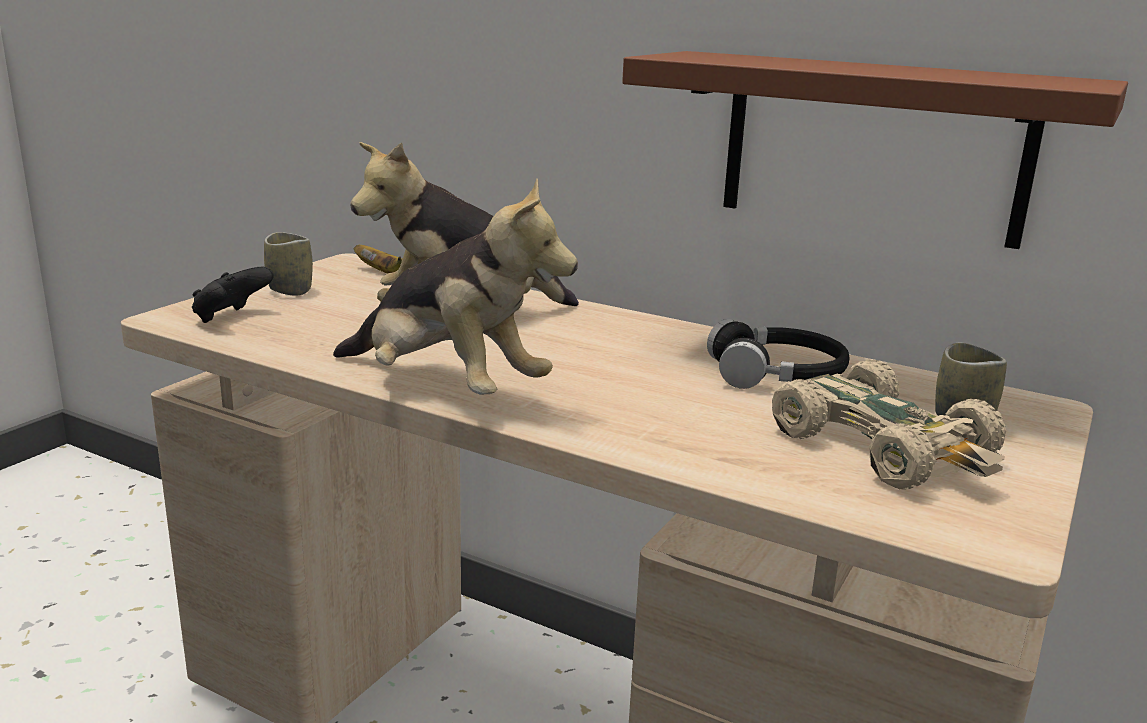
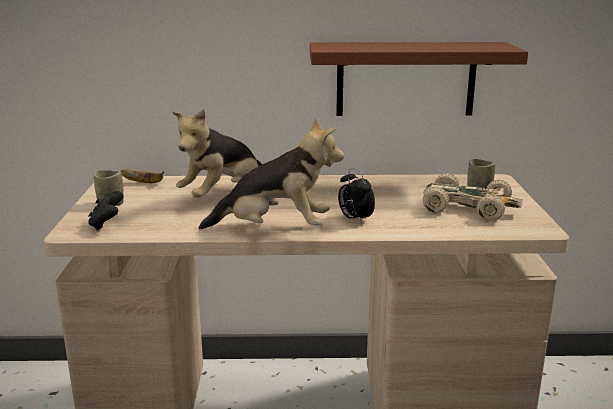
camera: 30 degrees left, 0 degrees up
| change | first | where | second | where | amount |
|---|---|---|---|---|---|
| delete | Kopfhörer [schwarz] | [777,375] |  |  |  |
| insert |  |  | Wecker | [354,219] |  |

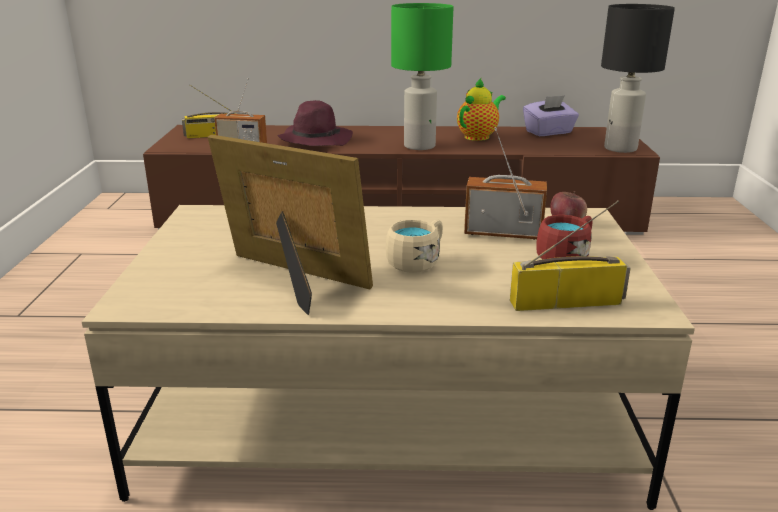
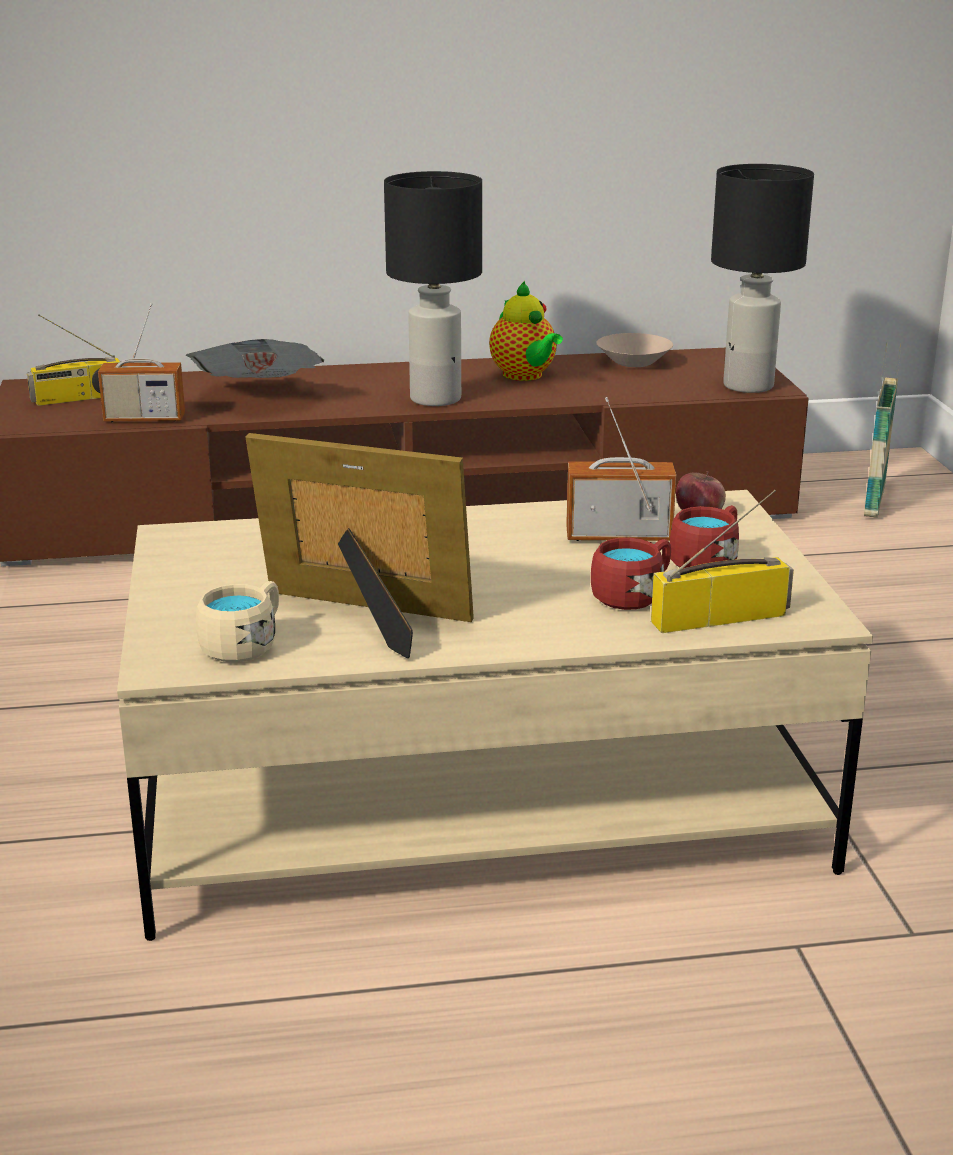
camera: 10 degrees left, 0 degrees up
| change | first | where | second | where | amount |
|---|---|---|---|---|---|
| replace | Hut [lila] | [315,140] | Zeitung | [260,397] |  |
| move | Henkelbecher [beige] | [417,261] |  | [245,644] |  |
| recolor | Tischlampe [grün] | [419,146] | Tischlampe [schwarz] | [434,399] |  |
| rotate | Teekanne | [479,136] |  | [525,376] | 120 degrees clockwise |
| replace | Taschentuchbox [lila] | [549,132] | Schüssel [beige] | [633,362] |  |
| insert |  |  | Henkelbecher [rot] | [633,595] |  |
| insert |  |  | Korb | [874,501] |  |

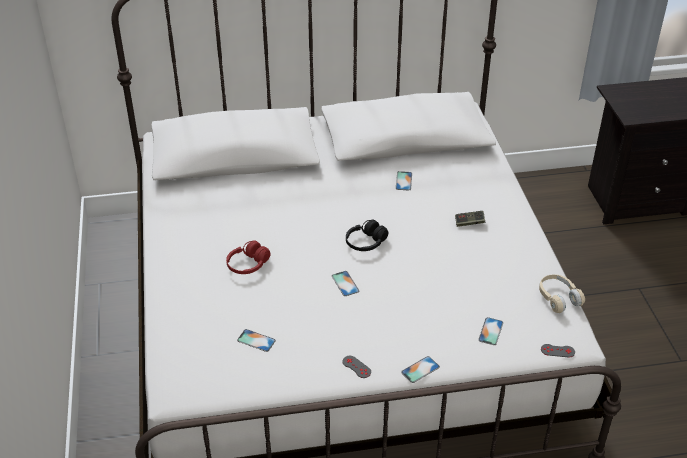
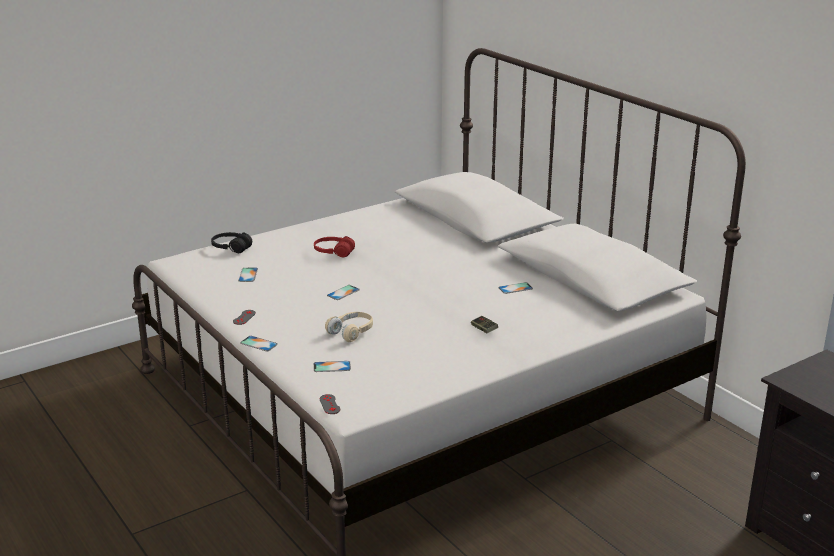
camera: 65 degrees right, 15 degrees down
| change | first | where | second | where | amount |
|---|---|---|---|---|---|
| move | Kopfhörer [schwarz] | [366,243] |  | [231,248] |  |
| move | Kopfhörer [beige] | [558,298] |  | [351,332] |  |

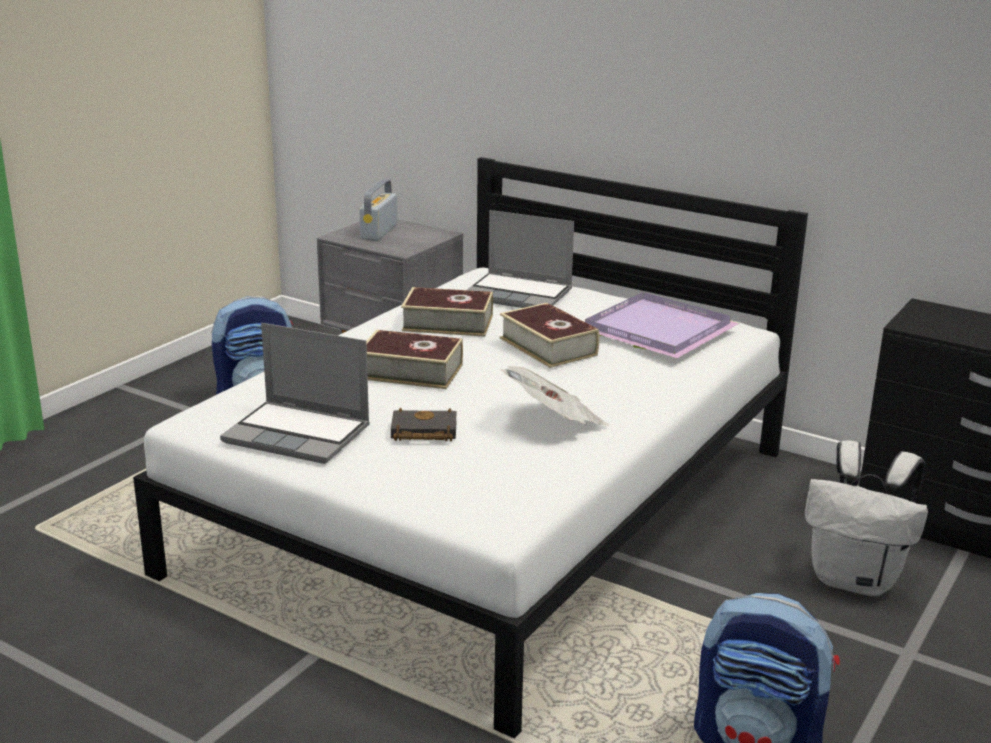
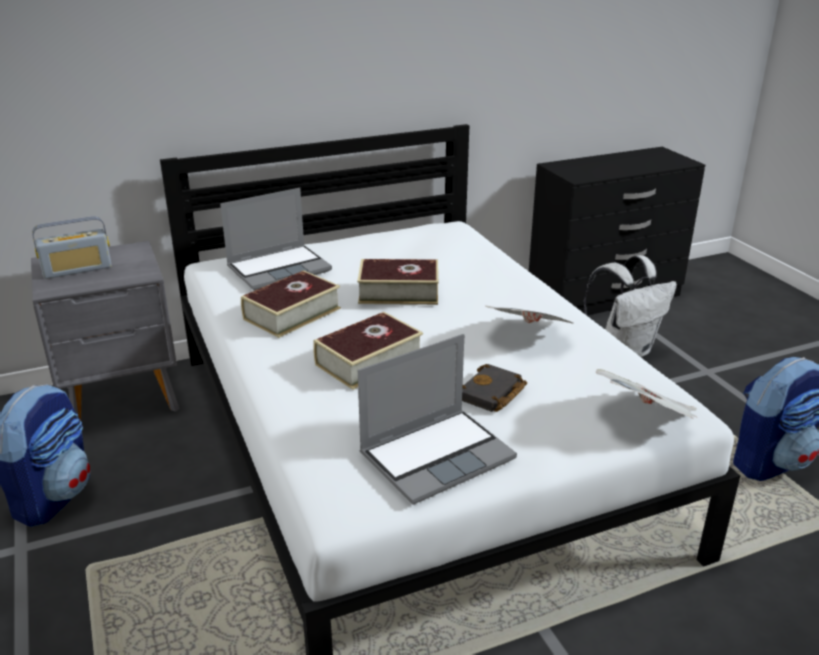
camera: 55 degrees left, 5 degrees up
| change | first | where | second | where | amount |
|---|---|---|---|---|---|
| rotate | Radio | [379,231] |  | [77,269] | 75 degrees counterclockwise |
| delete | Tablett [lila] | [660,330] |  |  |  |
| insert |  |  | Zeitung | [647,418] |  |

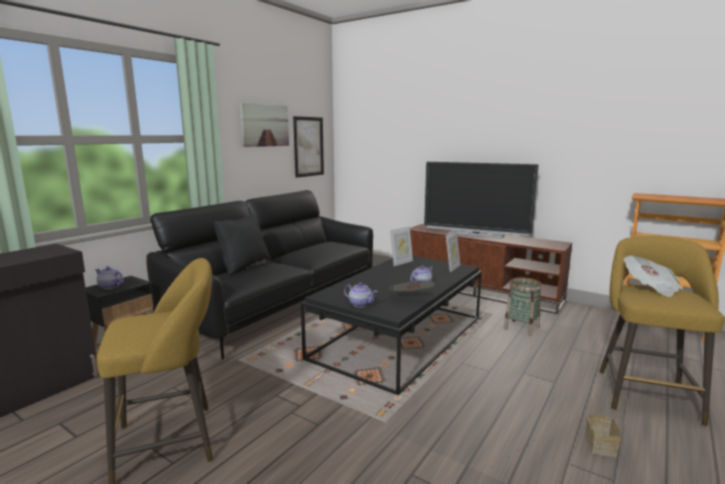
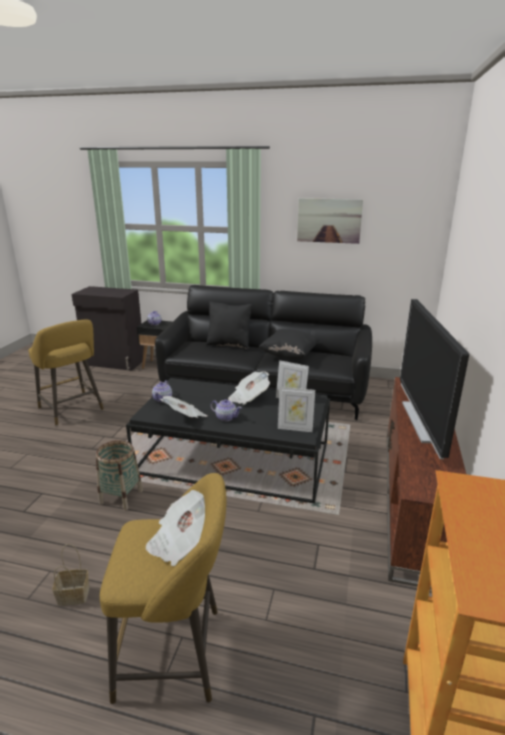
camera: 70 degrees right, 10 degrees up
| change | first | where | second | where | amount |
|---|---|---|---|---|---|
| delete | Bild | [308,146] |  |  |  |
| move | Korb | [521,328] |  | [121,497] |  |
| insert |  |  | Zeitung | [249,397] |  |
| insert |  |  | Kissen [schwarz] | [289,355] |  |

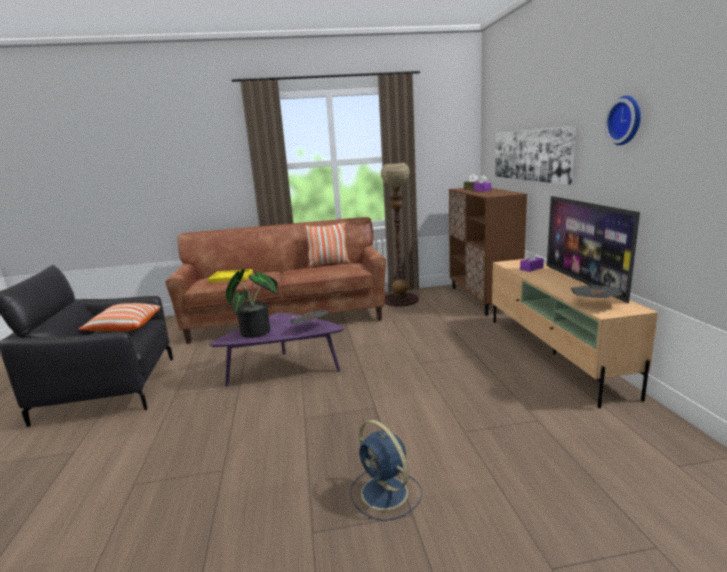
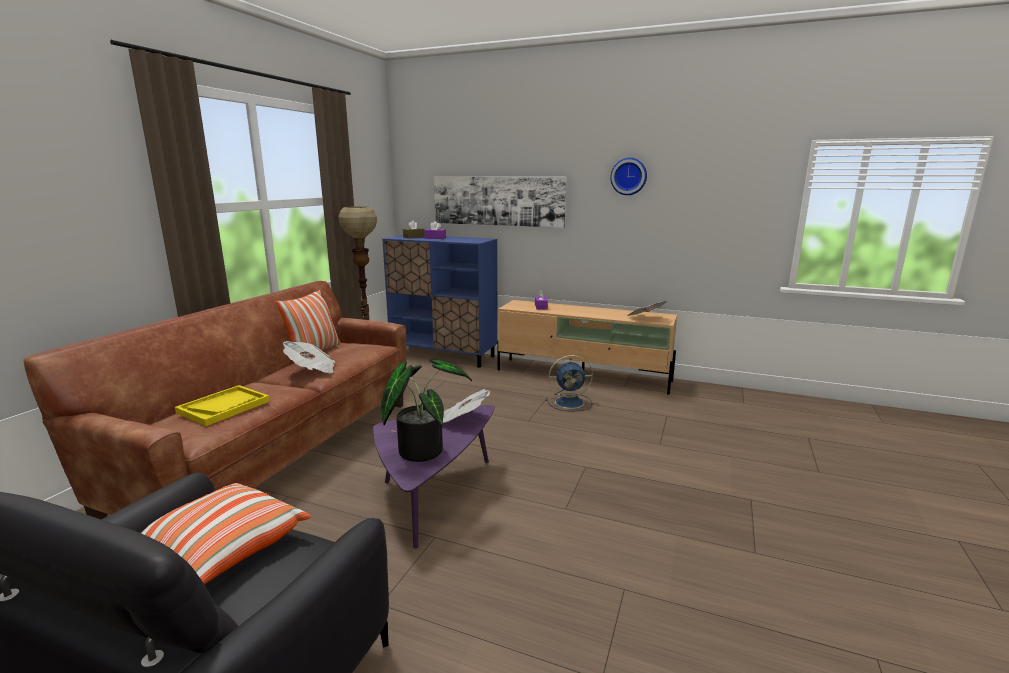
camera: 60 degrees left, 0 degrees up
| change | first | where | second | where | amount |
|---|---|---|---|---|---|
| move | Ventilator [blau] | [386,494] |  | [571,402] |  |
| recolor | Schrank [braun] | [482,299] | Schrank [blau] | [444,355] |  |
| delete | Fernseher | [584,282] |  |  |  |
| insert |  |  | Zeitung | [312,369] |  |

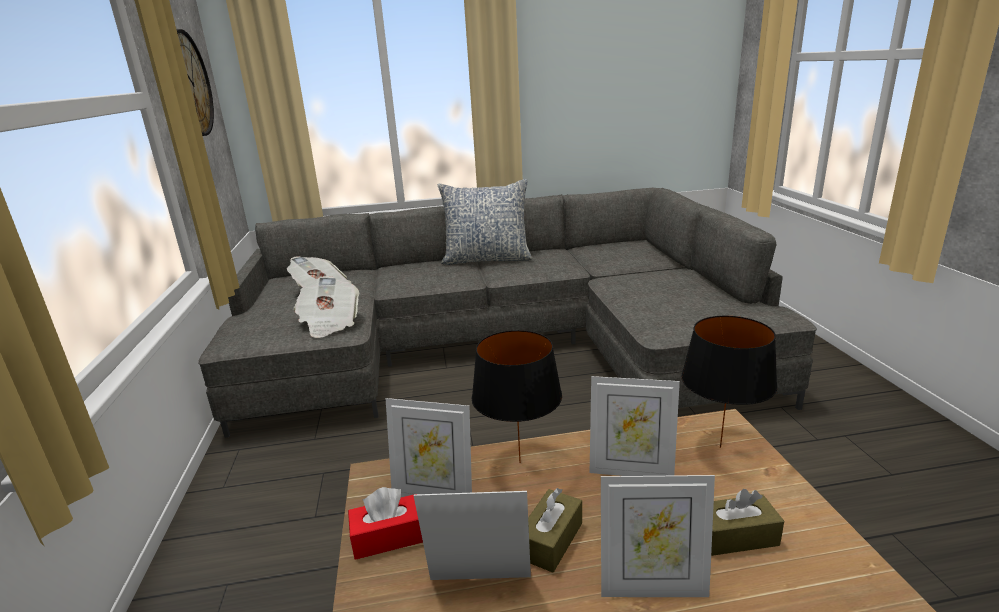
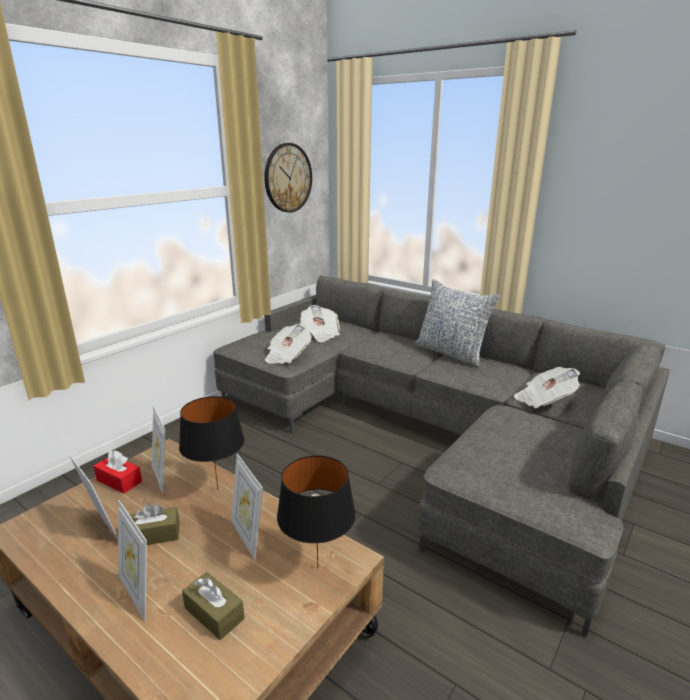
camera: 45 degrees right, 0 degrees up
| change | first | where | second | where | amount |
|---|---|---|---|---|---|
| insert |  |  | Zeitung | [544,400] |  |

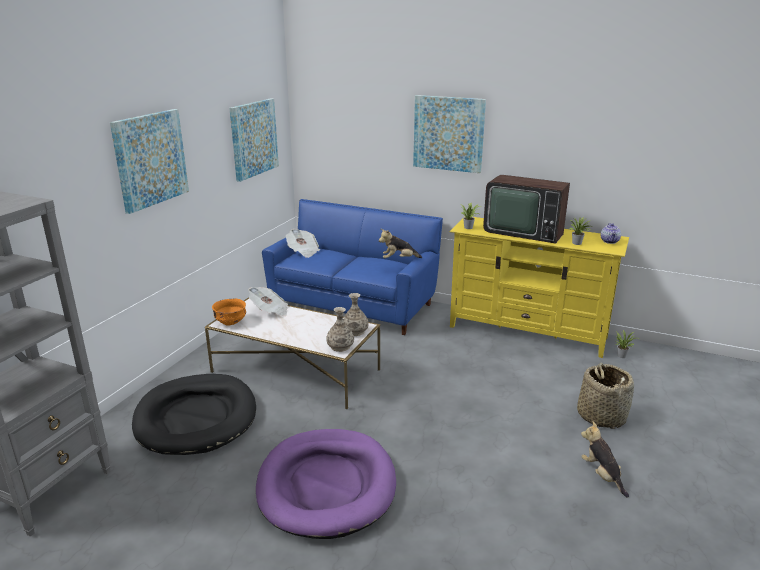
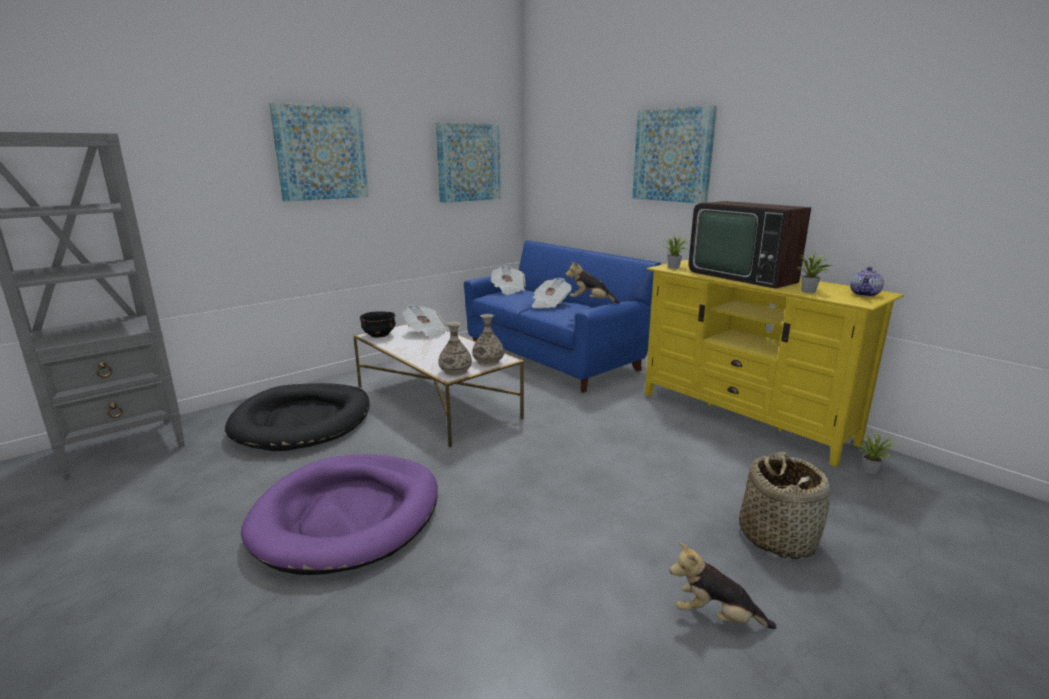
camera: 25 degrees right, 5 degrees down
| change | first | where | second | where | amount |
|---|---|---|---|---|---|
| recolor | Schüssel [orange] | [231,322] | Schüssel [schwarz] | [379,335] |  |
| rotate | Plüschtier | [602,475] |  | [716,617] | 75 degrees counterclockwise |
| insert |  |  | Zeitung | [549,304] |  |

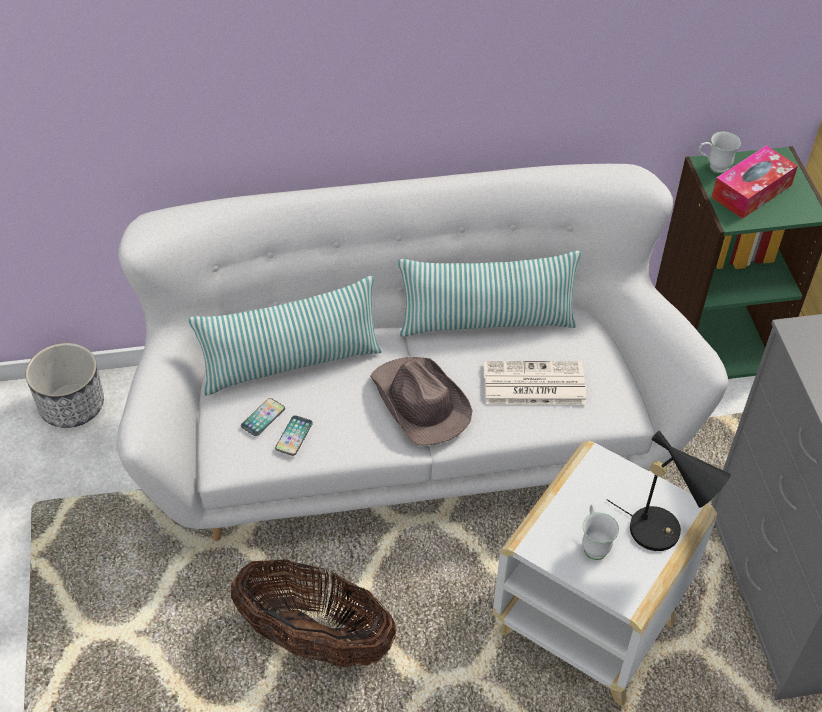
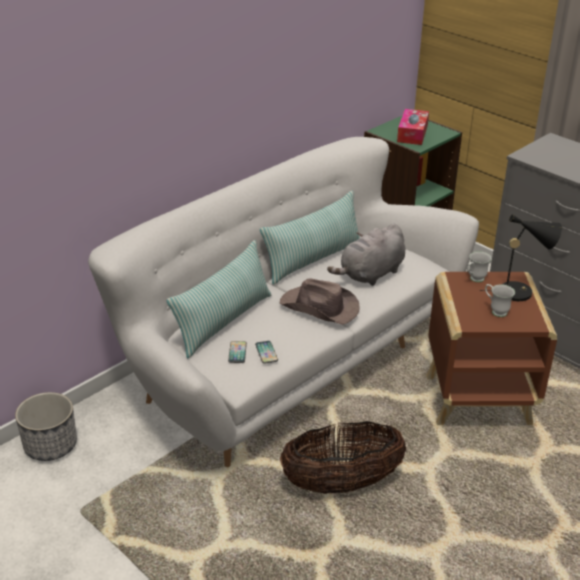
camera: 35 degrees left, 15 degrees down
| change | first | where | second | where | amount |
|---|---|---|---|---|---|
| replace | Zeitung | [532,385] | Plüschtier [grau] | [370,274] |  |
| recolor | Beistelltisch [weiß] | [590,628] | Beistelltisch [braun] | [479,400] |  |
| move | Henkelbecher [weiß] | [713,167] |  | [474,280] |  |

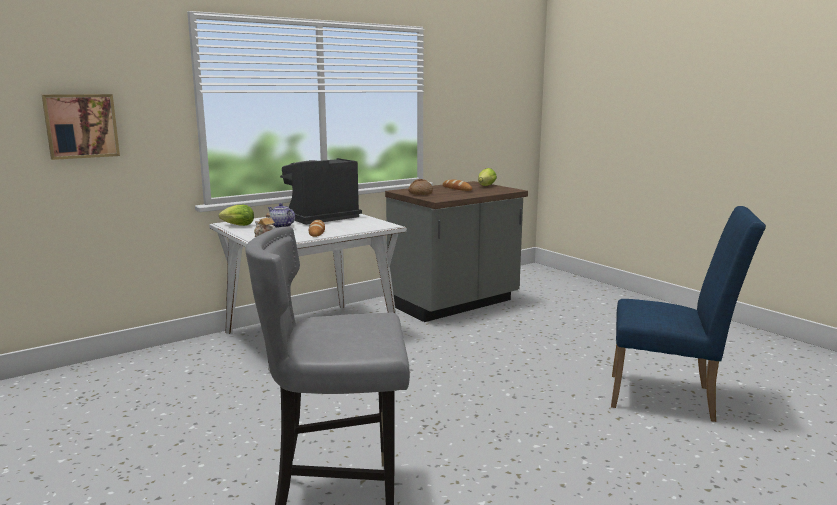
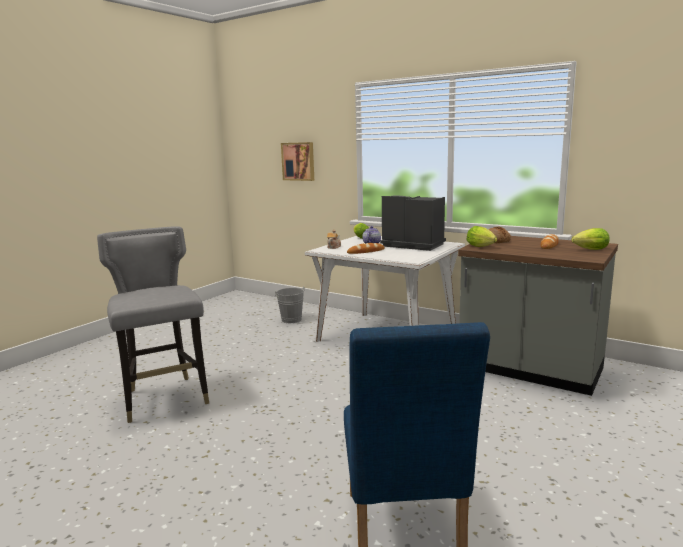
camera: 70 degrees right, 0 degrees up
| change | first | where | second | where | amount |
|---|---|---|---|---|---|
| insert |  |  | Eimer [grau] | [290,319] |  |
| insert |  |  | Salatkopf | [482,247] |  |

